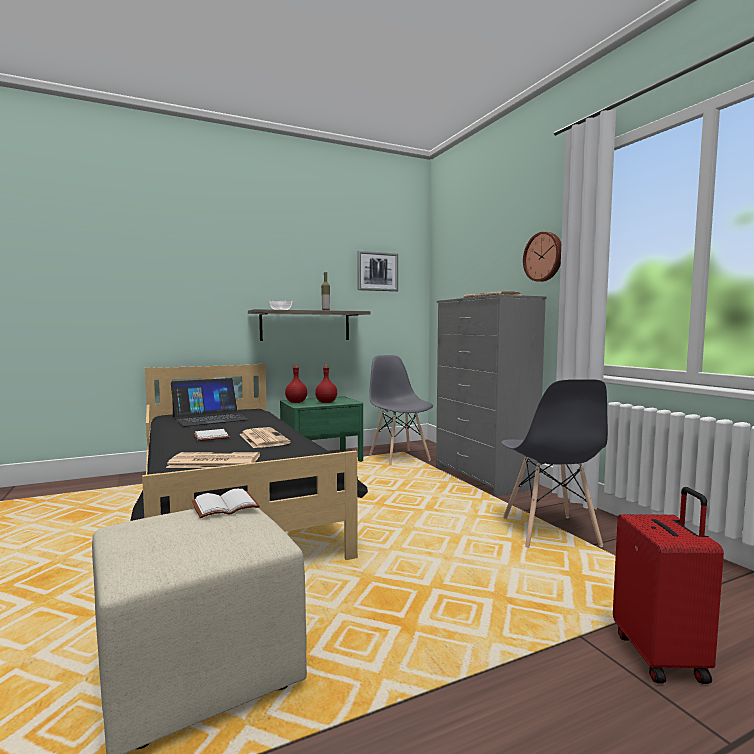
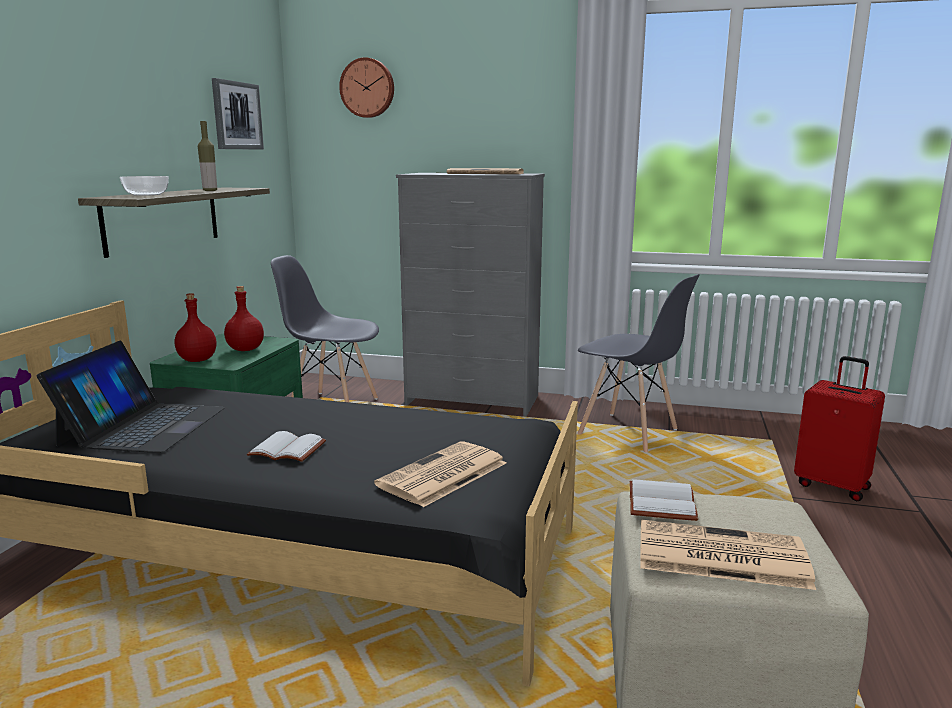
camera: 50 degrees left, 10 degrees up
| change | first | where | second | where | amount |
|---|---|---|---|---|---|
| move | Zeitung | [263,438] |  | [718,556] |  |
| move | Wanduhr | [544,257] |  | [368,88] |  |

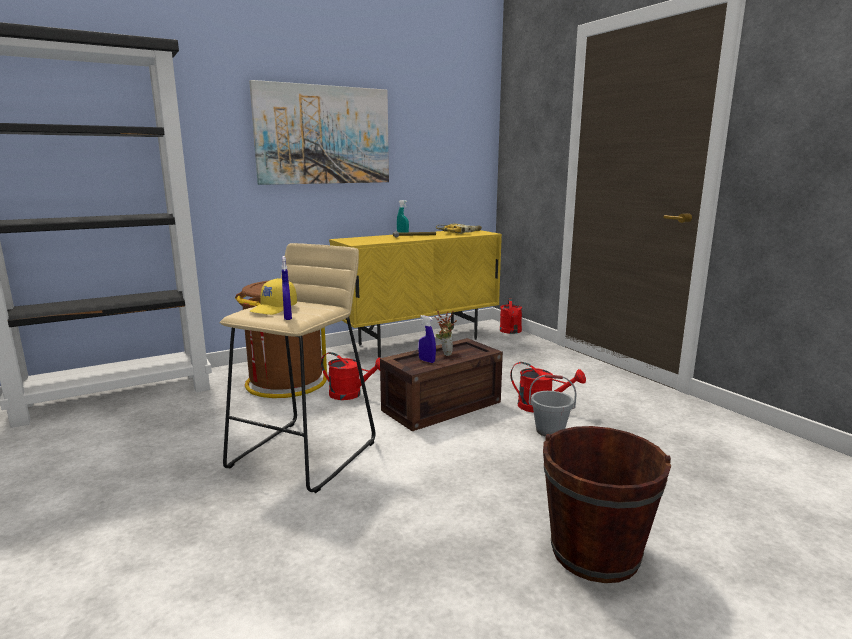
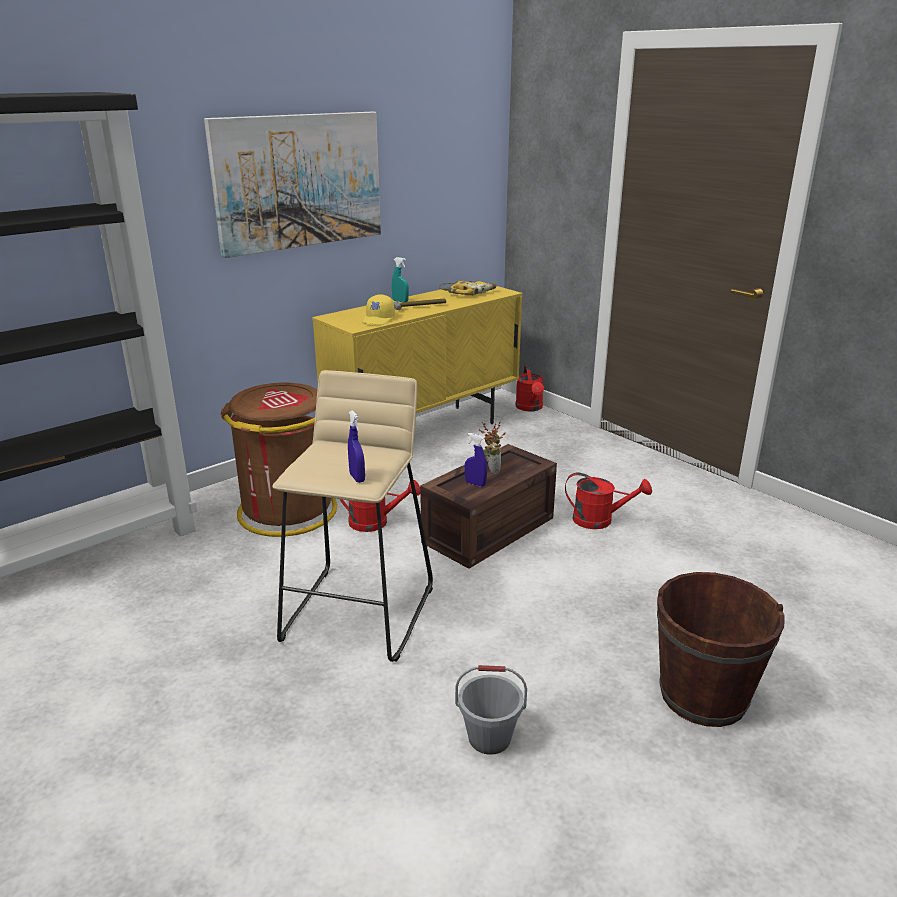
camera: 10 degrees left, 10 degrees up
| change | first | where | second | where | amount |
|---|---|---|---|---|---|
| move | Kappe [gelb] | [274,309] |  | [378,319] |  |
| move | Eimer [grau] | [550,431] |  | [490,737] |  |

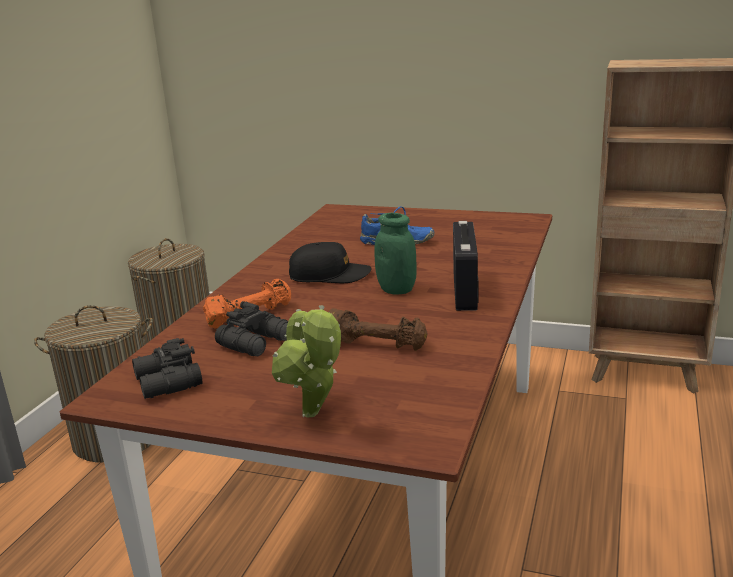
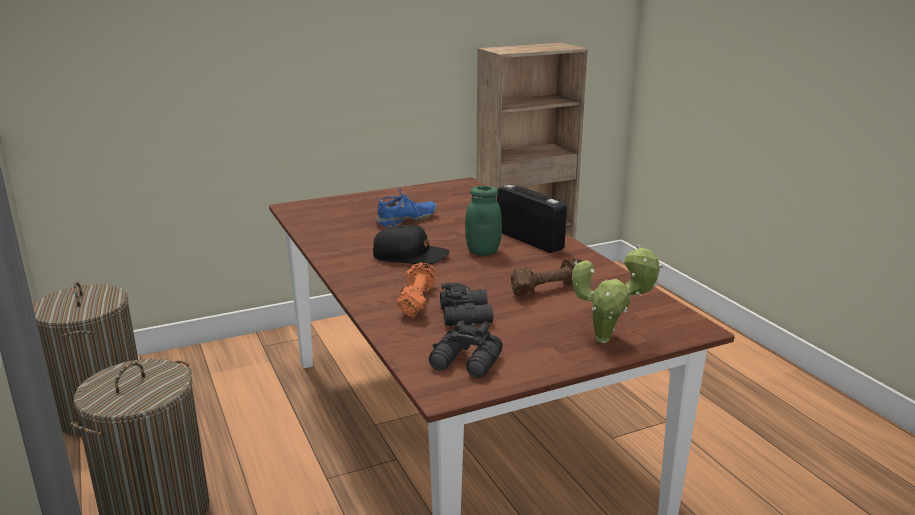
camera: 45 degrees left, 0 degrees up
| change | first | where | second | where | amount |
|---|---|---|---|---|---|
| rotate | Kappe [schwarz] | [329,275] |  | [410,256] | 45 degrees clockwise |

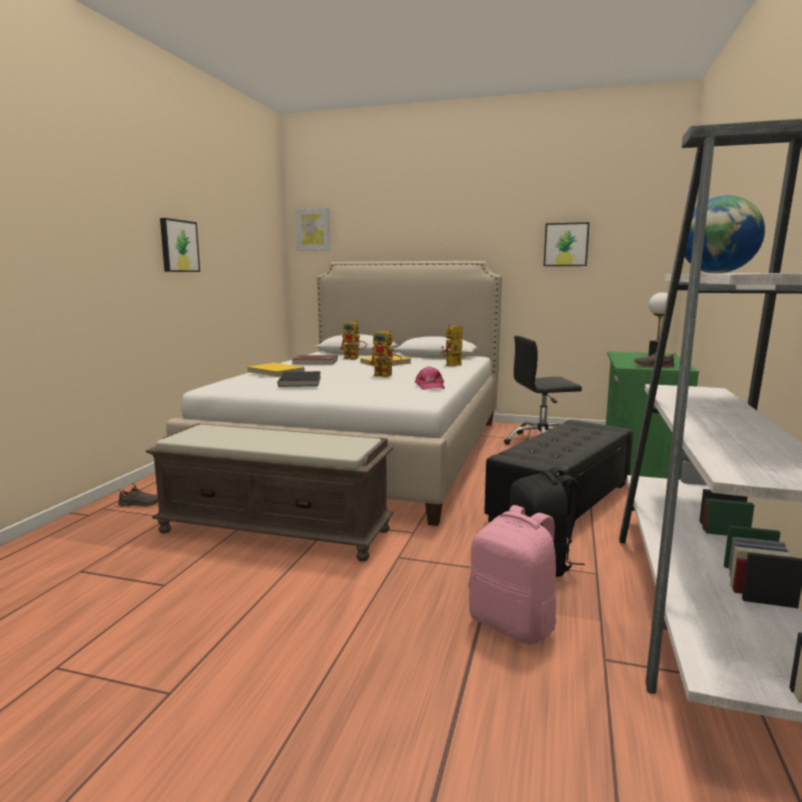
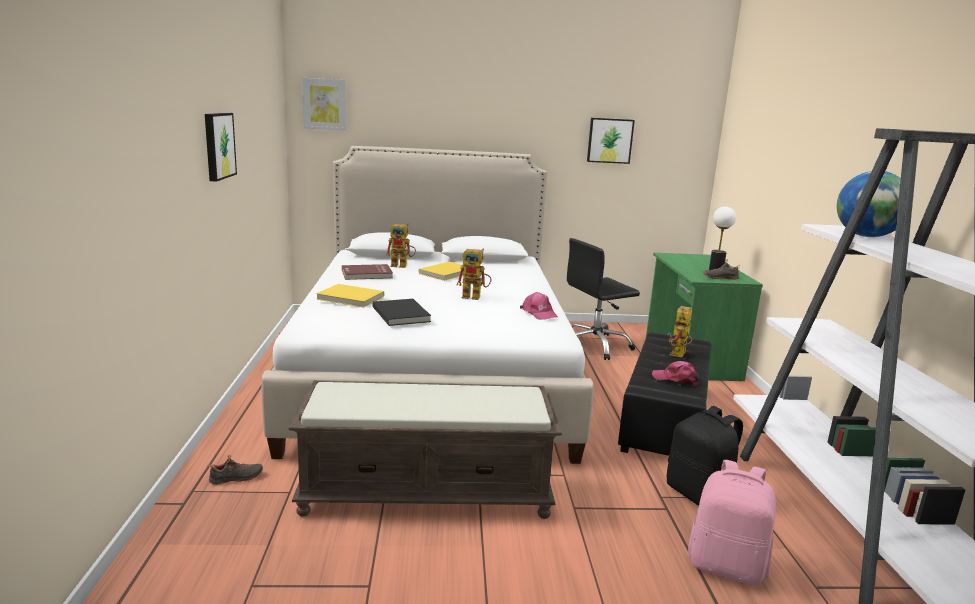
camera: 20 degrees left, 5 degrees up
| change | first | where | second | where | amount |
|---|---|---|---|---|---|
| move | Spielzeugroboter | [452,366] |  | [678,355] |  |
| insert |  |  | Kappe [rosa] | [676,379] |  |

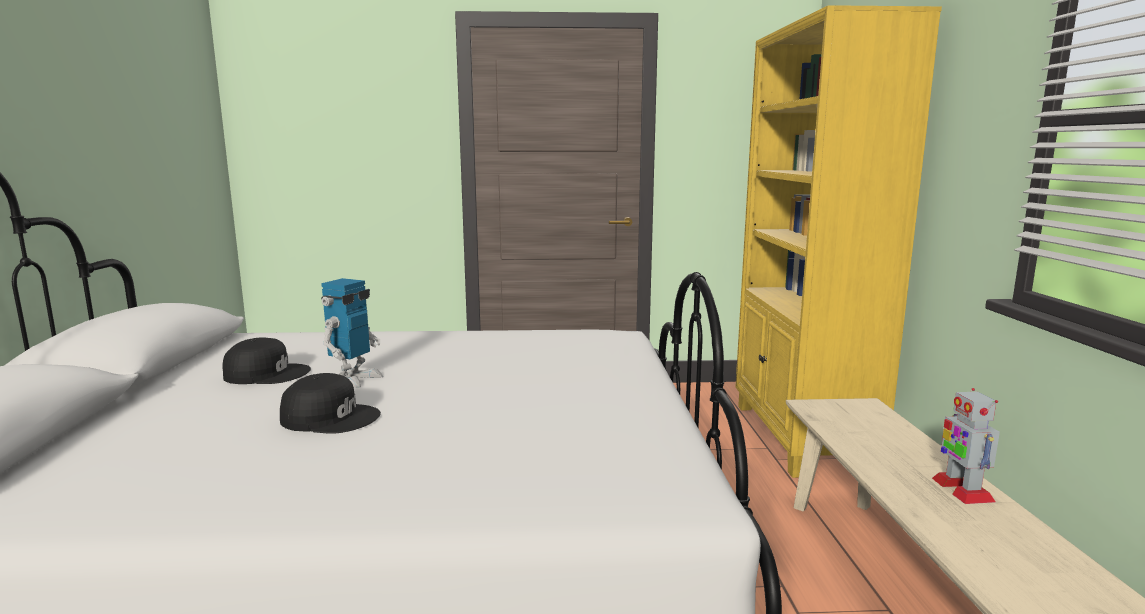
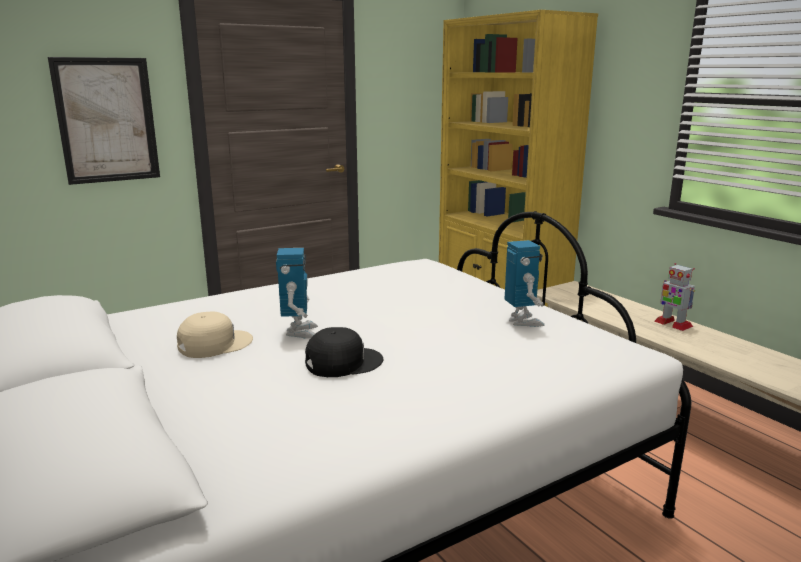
camera: 30 degrees left, 5 degrees up
| change | first | where | second | where | amount |
|---|---|---|---|---|---|
| recolor | Kappe [schwarz] | [267,373] | Kappe [beige] | [214,344] |  |
| insert |  |  | Bild | [107,120] |  |
| insert |  |  | Spielzeugroboter | [522,321] |  |

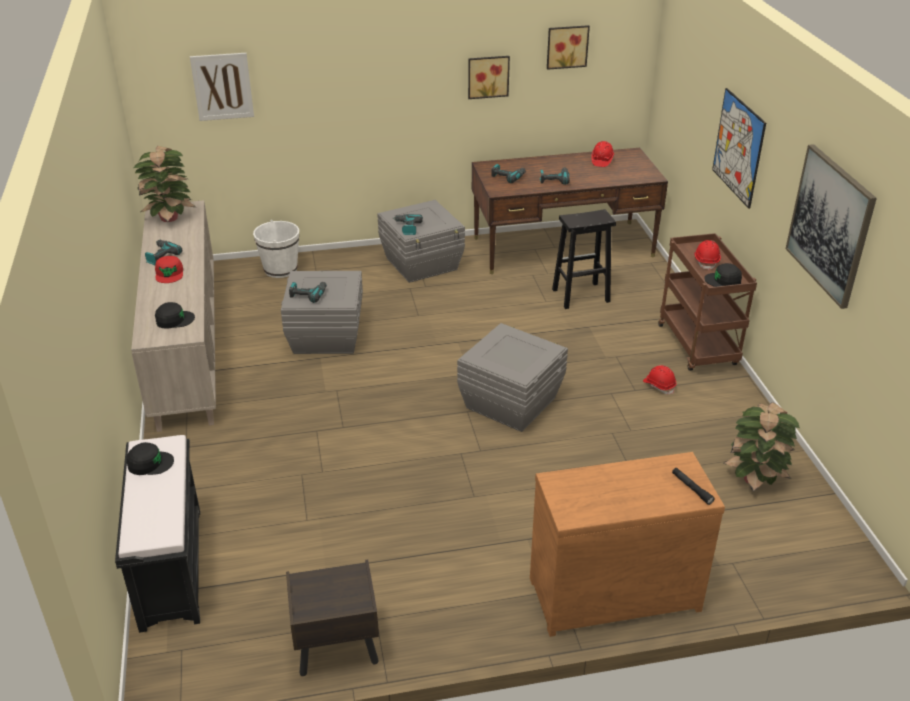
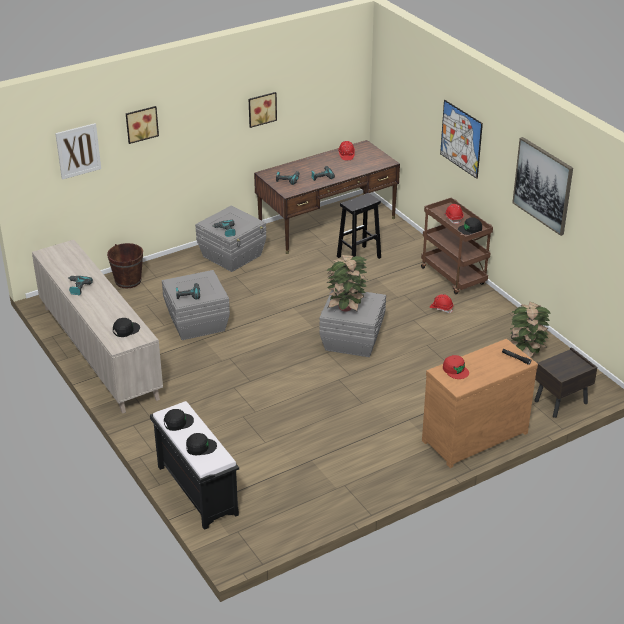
camera: 20 degrees left, 0 degrees up
| change | first | where | second | where | amount |
|---|---|---|---|---|---|
| move | Topfpflanze | [169,219] |  | [346,308] |  |
| move | Kappe [rot] | [169,273] |  | [455,370] |  |
| recolor | Eimer [weiß] | [280,269] | Eimer [braun] | [128,281] |  |
| move | Nachttisch [braun] | [335,648] |  | [560,402] |  |
| move | Bild | [567,46] |  | [141,124] |  |
| insert |  |  | Kappe [schwarz] | [200,447] |  |

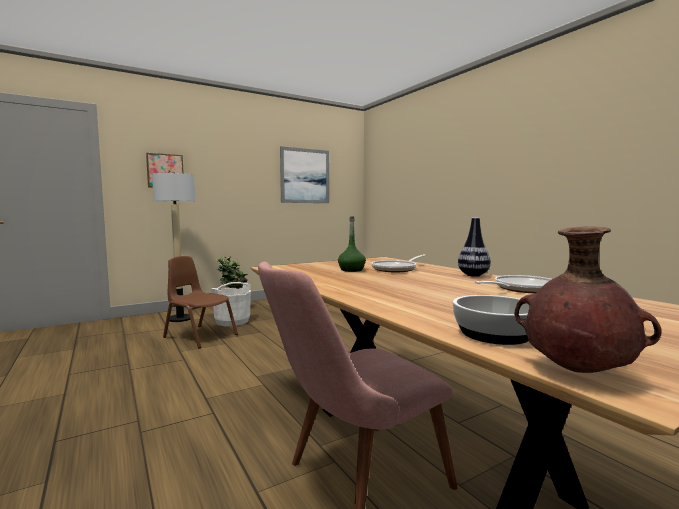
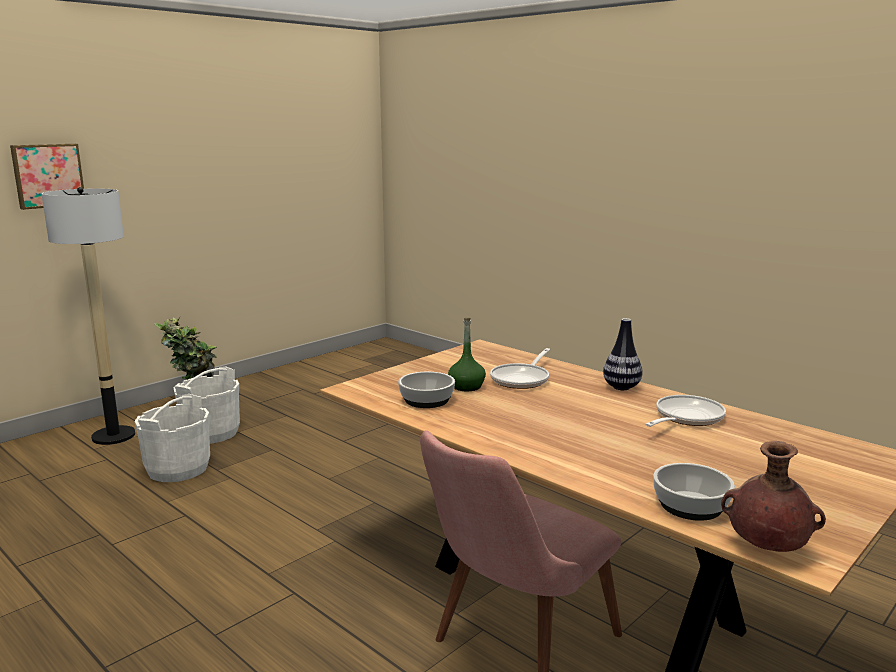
camera: 15 degrees left, 10 degrees up
| change | first | where | second | where | amount |
|---|---|---|---|---|---|
| replace | Stuhl [braun] | [200,336] | Eimer [weiß] | [177,469] |  |
| delete | Bild | [305,176] |  |  |  |
| insert |  |  | Schüssel | [427,400] |  |

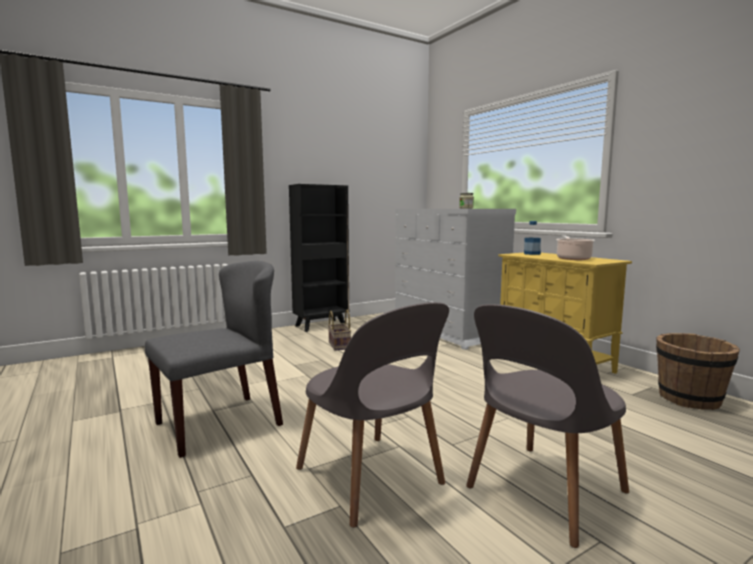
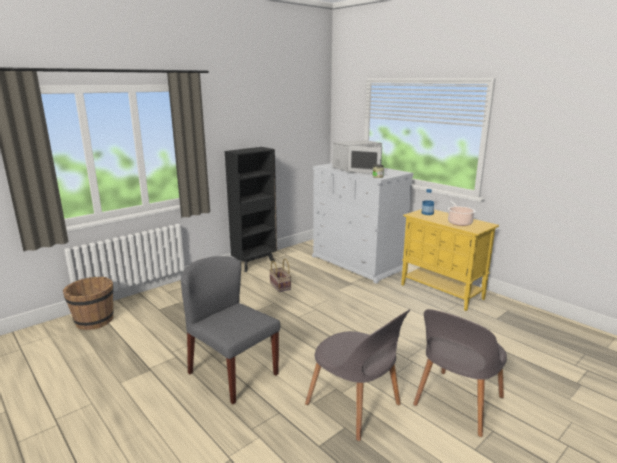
camera: 10 degrees left, 10 degrees up
| change | first | where | second | where | amount |
|---|---|---|---|---|---|
| rotate | Stuhl [grau] | [220,423] |  | [232,373] | 90 degrees counterclockwise |
| move | Eimer [braun] | [689,399] |  | [94,321] |  |
| insert |  |  | Mikrowelle [weiß] | [356,168] |  |

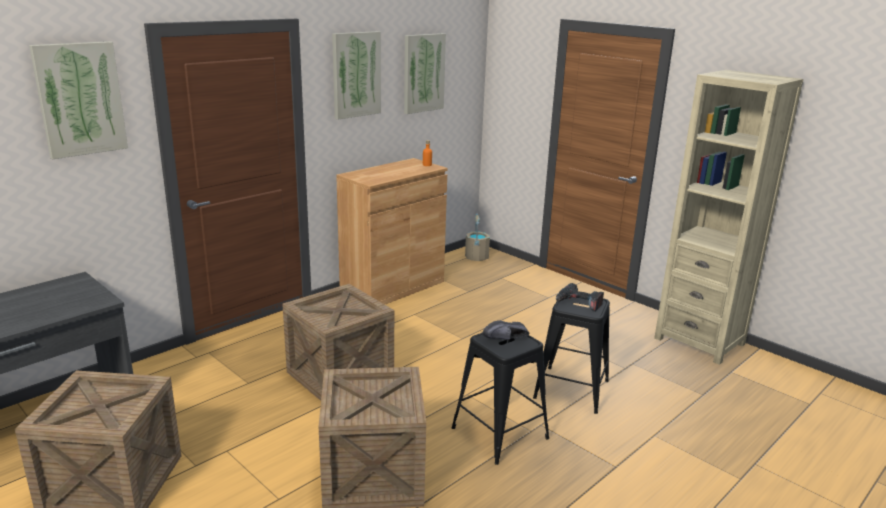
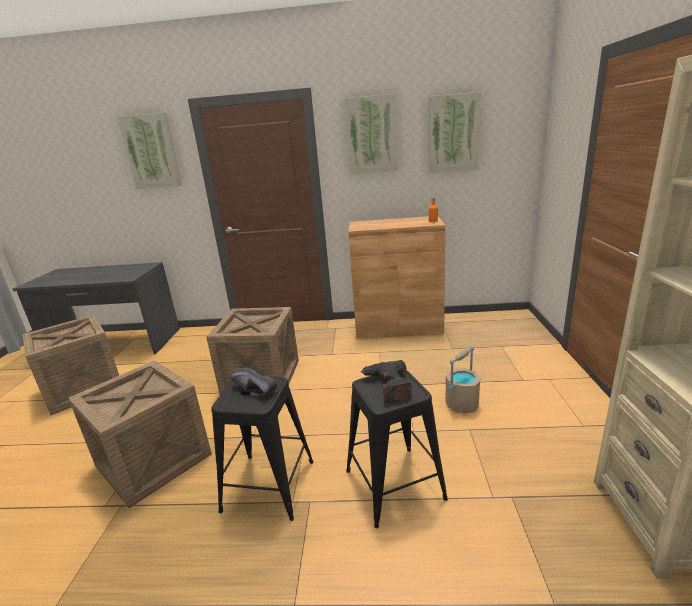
camera: 50 degrees right, 0 degrees up
| change | first | where | second | where | amount |
|---|---|---|---|---|---|
| move | Eimer [beige] | [476,257] |  | [462,404] |  |

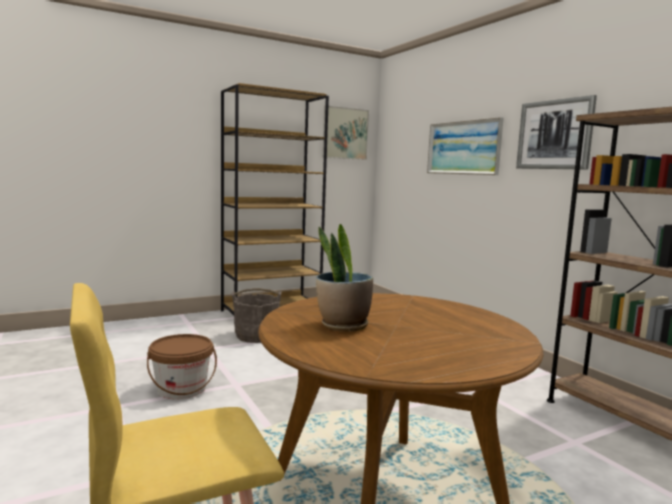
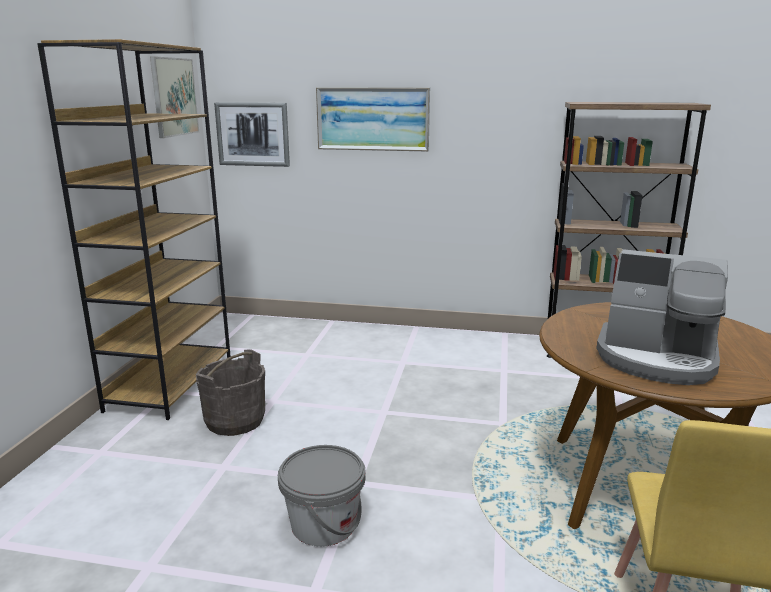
camera: 50 degrees left, 10 degrees up
| change | first | where | second | where | amount |
|---|---|---|---|---|---|
| recolor | Eimer [braun] | [181,389] | Eimer [grau] | [324,524] |  |
| replace | Topfpflanze | [343,326] | Kaffeemaschine | [656,359] |  |
| move | Bild | [554,134] |  | [253,134] |  |

